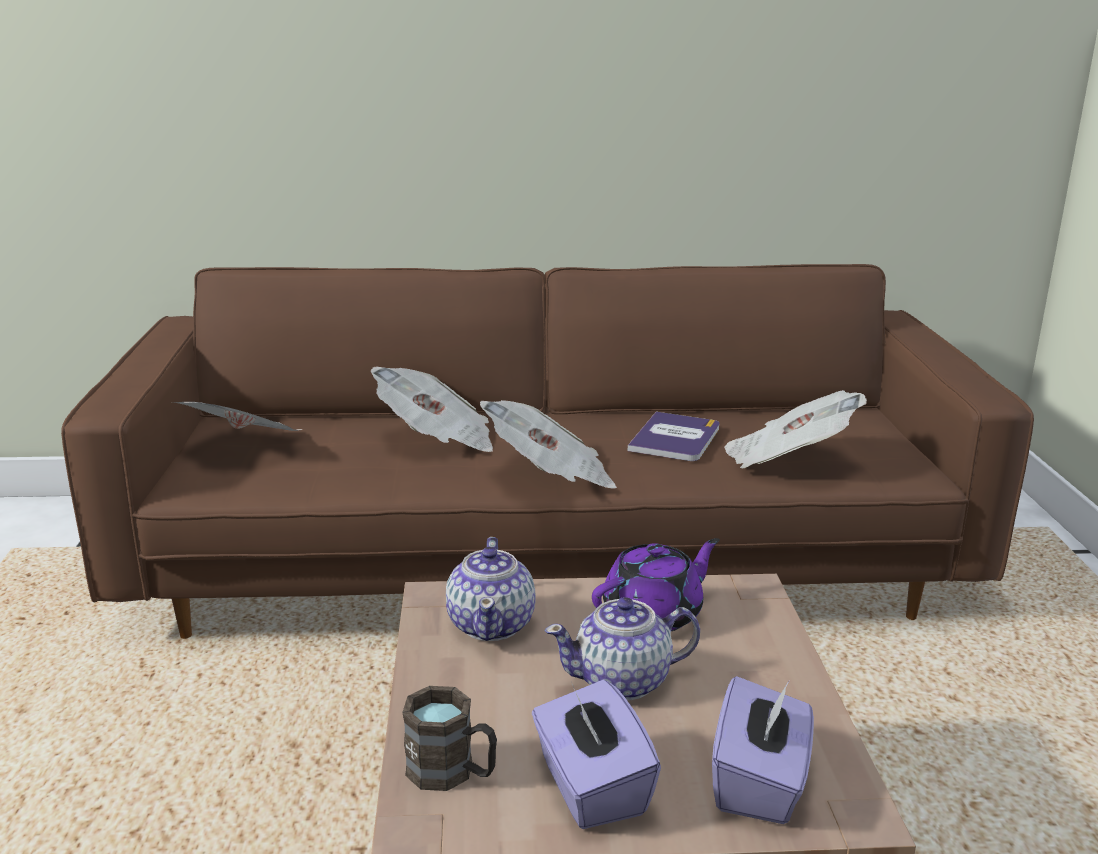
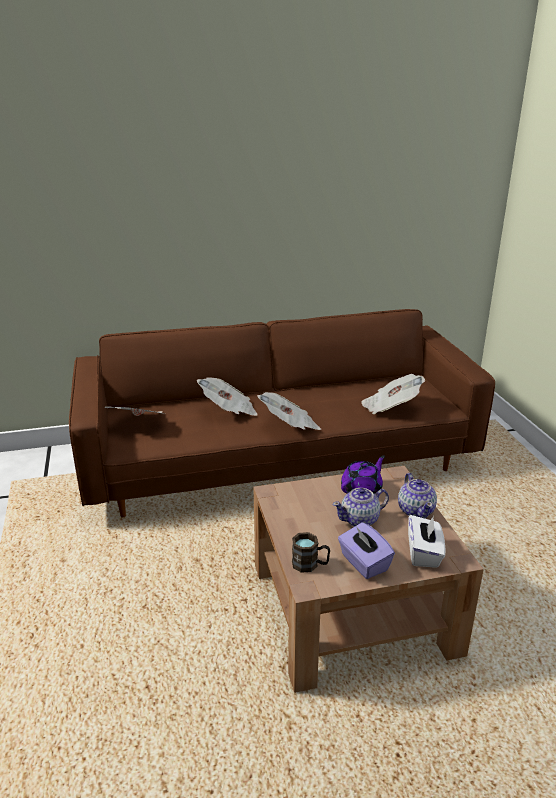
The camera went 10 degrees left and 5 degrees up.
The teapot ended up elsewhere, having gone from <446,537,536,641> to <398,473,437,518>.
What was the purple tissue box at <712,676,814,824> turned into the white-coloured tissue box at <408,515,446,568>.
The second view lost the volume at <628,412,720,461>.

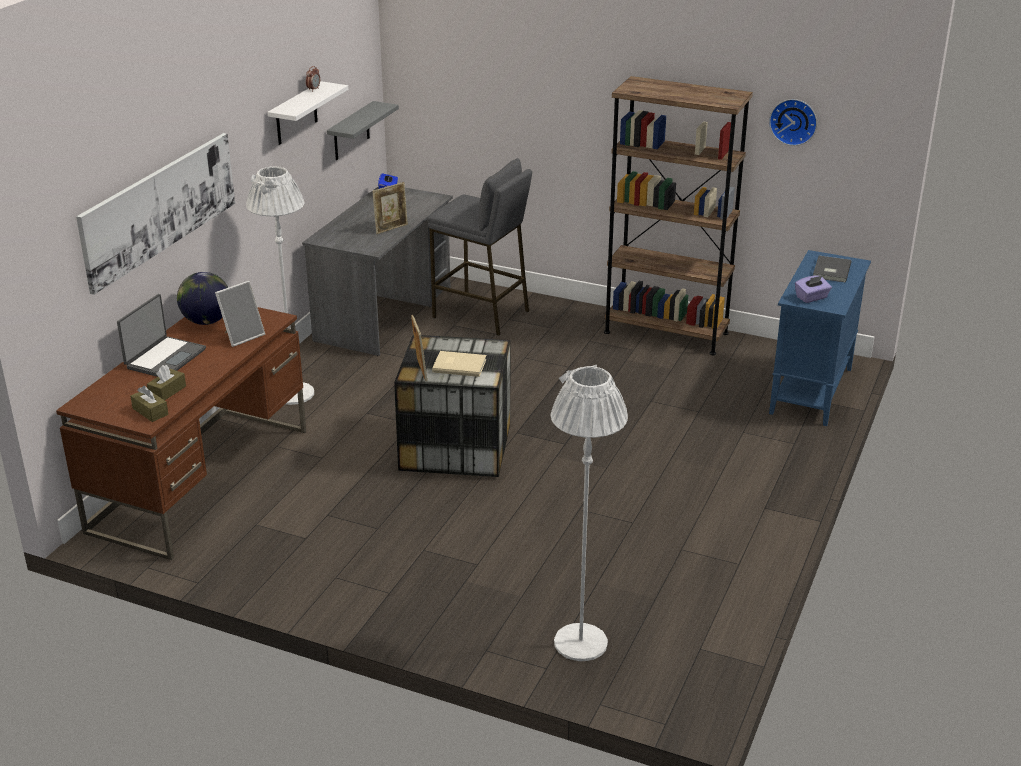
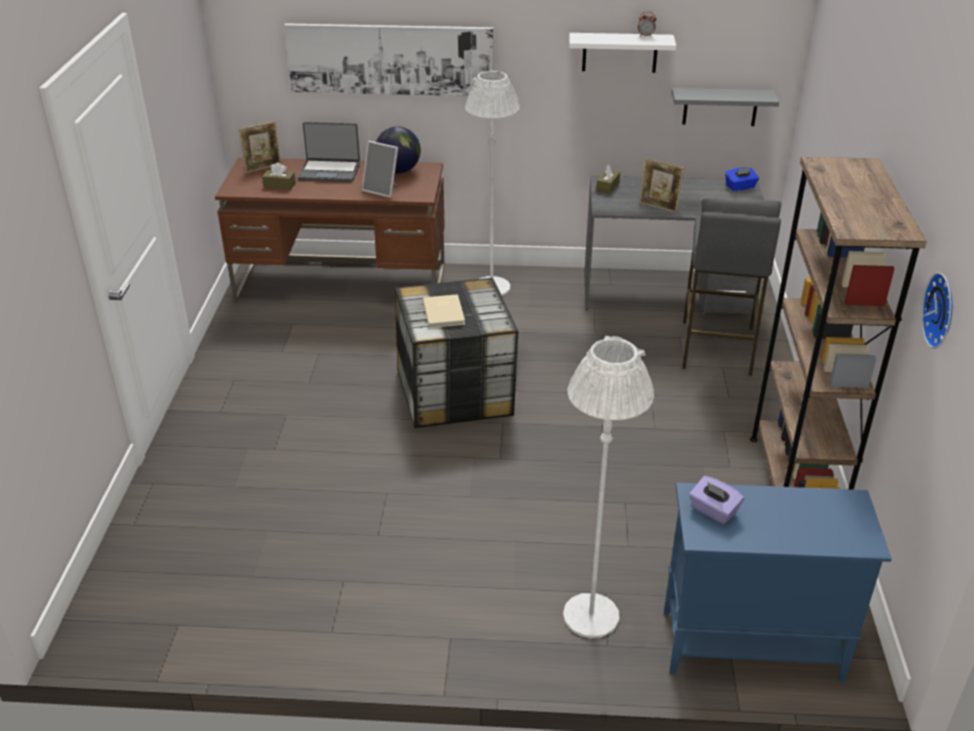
The camera went 70 degrees right and 5 degrees up.
The picture frame ended up elsewhere, having gone from <411,315,428,381> to <239,121,281,173>.
The white-coloured floor lamp ended up elsewhere, having gone from <551,365,628,661> to <563,336,654,638>.
The brown-coloured tissue box ended up elsewhere, having gone from <130,386,169,422> to <596,165,620,194>.
The second view lost the gray volume at <813,256,851,283>.

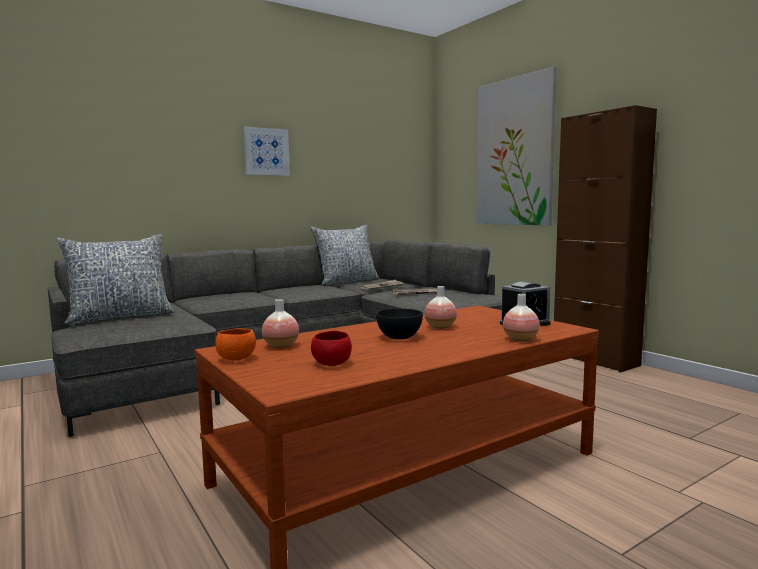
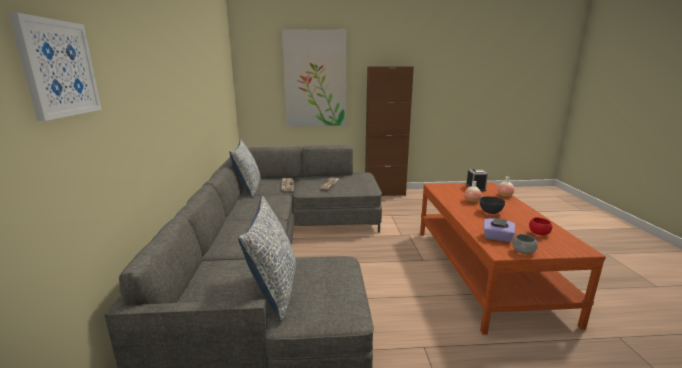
The camera went 60 degrees left and 10 degrees up.
The wall picture ended up elsewhere, having gone from <243,126,290,176> to <8,12,102,121>.
Where the decorative vase stood at <262,299,299,348>, the purple tissue box came to stand at <484,218,515,242>.
What was the orangey deep dish at <215,328,256,360> turned into the gray deep dish at <512,234,538,254>.

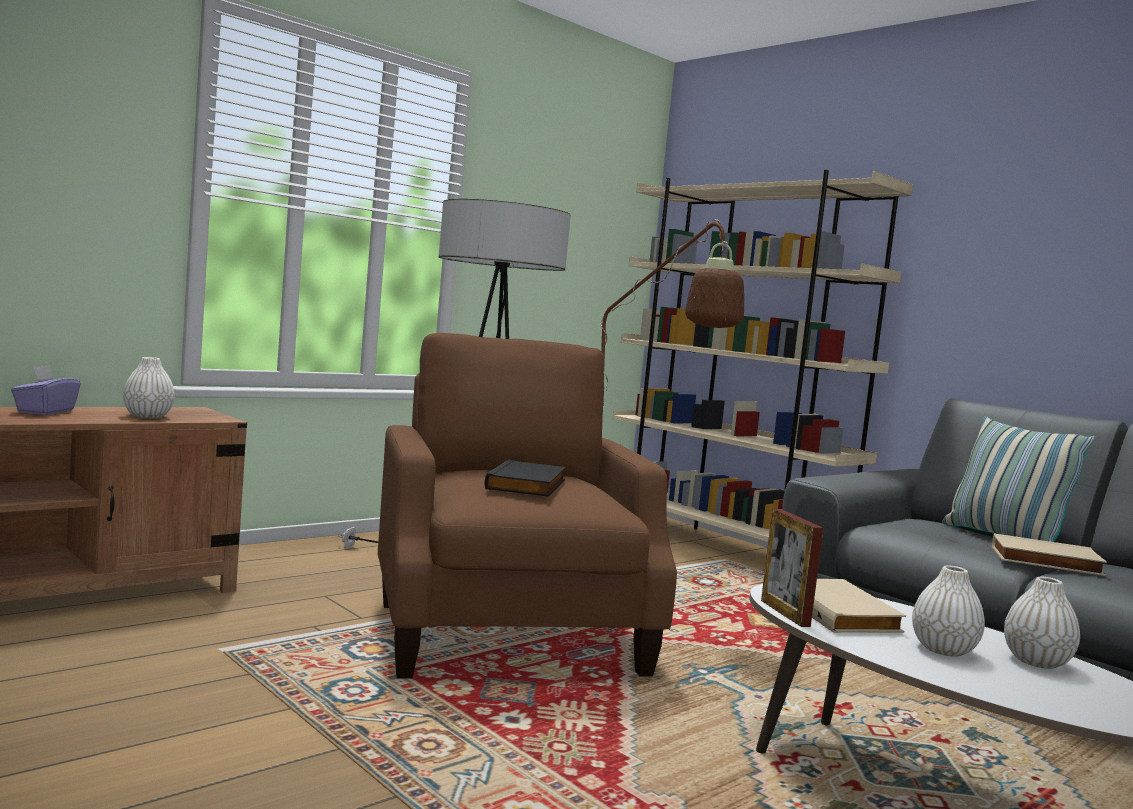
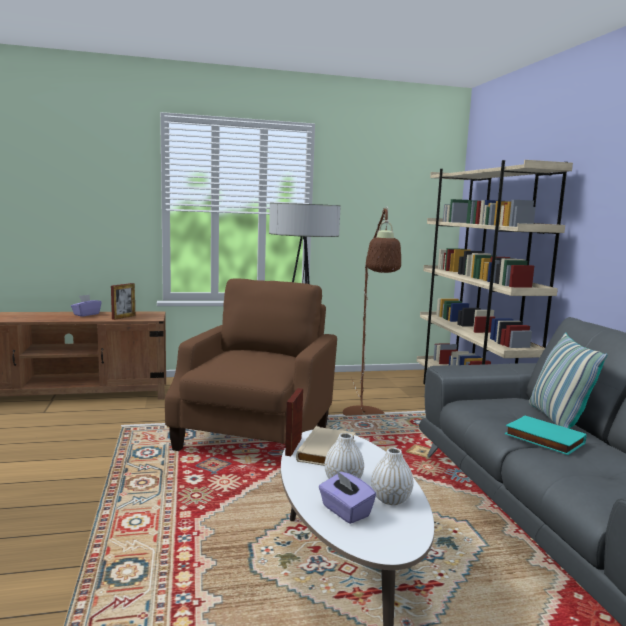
The camera went 30 degrees right and 5 degrees up.
Where the white-coloured decorative vase stood at <123,357,175,418>, the picture frame came to stand at <111,283,135,320>.
The second view gained the purple tissue box at <319,471,376,524>.
What was the sand-coloured volume at <992,533,1107,576> turned into the turquoise-coloured volume at <505,415,586,455>.
The second view lost the black-coloured volume at <484,459,566,497>.

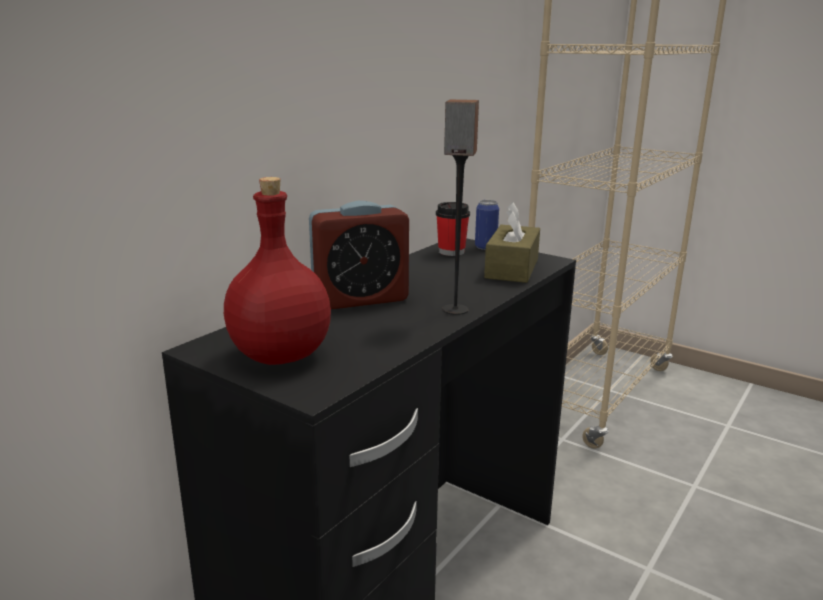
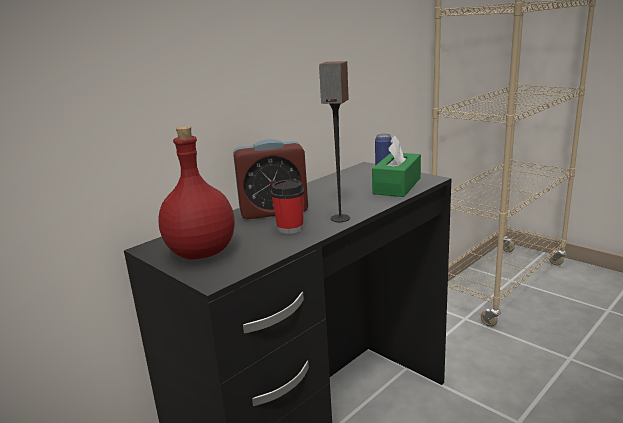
The camera went 10 degrees right and 0 degrees up.
The drinking cup ended up elsewhere, having gone from <436,202,470,256> to <270,180,305,234>.
What was the brown-coloured tissue box at <484,202,540,283> turned into the green-coloured tissue box at <372,136,421,197>.

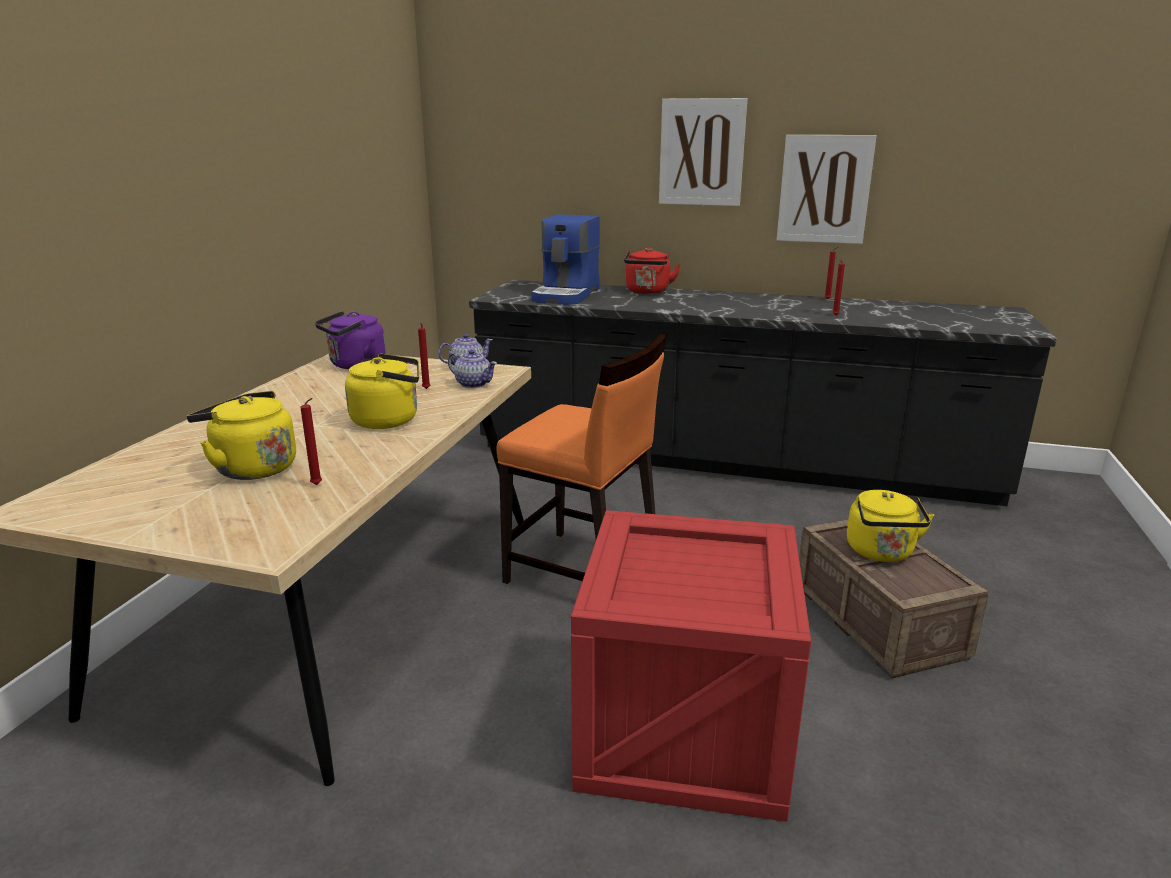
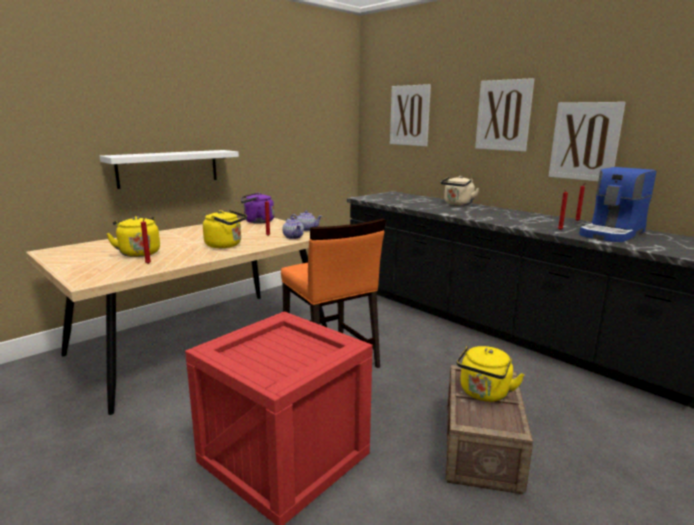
The camera went 30 degrees right and 5 degrees down.
The second view gained the white-coloured shelf at <100,150,239,189>.
The second view gained the wall picture at <390,84,431,146>.
What was the red-coloured tea kettle at <624,248,681,294> turned into the sand-coloured tea kettle at <441,176,479,206>.
The coffee machine ended up elsewhere, having gone from <531,214,600,305> to <579,167,657,242>.

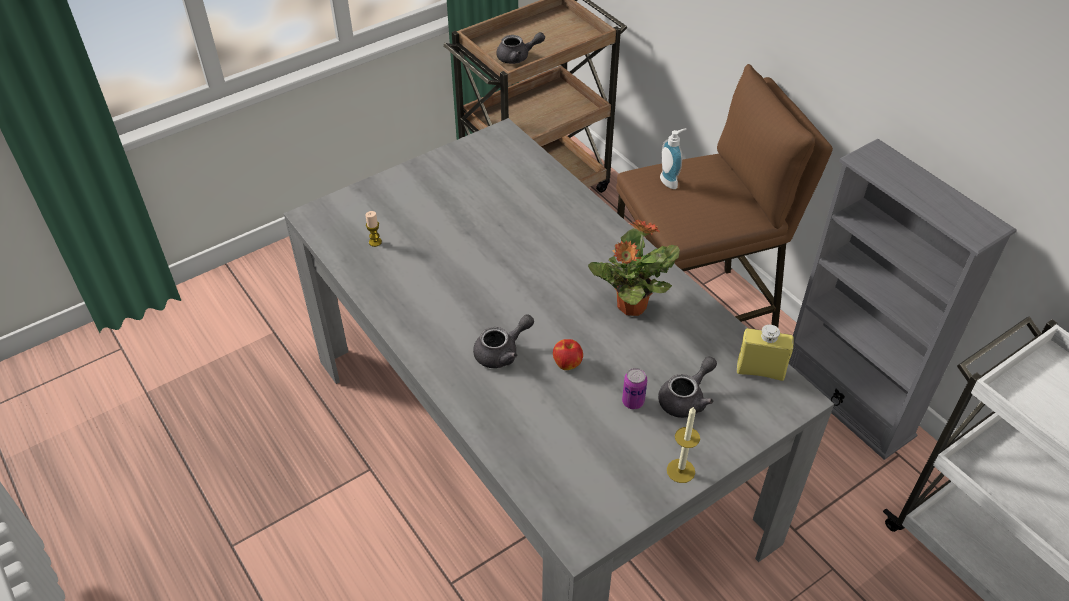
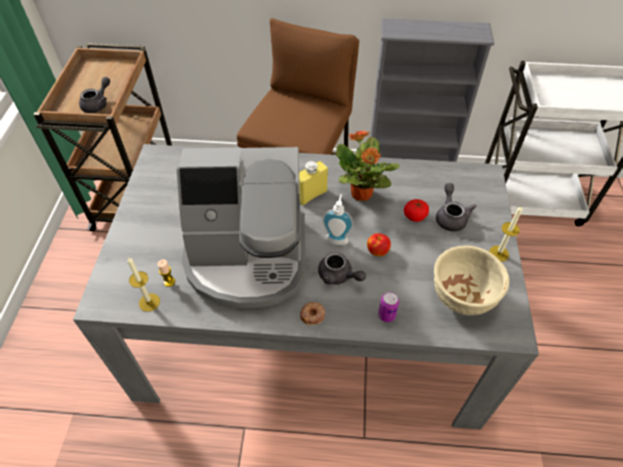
The camera went 50 degrees left and 5 degrees up.
The second view gained the wax candle at <127,257,160,312>.
The second view gained the coffee machine at <177,147,306,308>.
The yellow-coloured bottle ended up elsewhere, having gone from <737,325,794,381> to <299,161,328,205>.
The second view gained the donut at <300,302,325,325>.
The gray teapot at <473,314,534,368> ended up facing another way, 120 degrees clockwise from before.
The liquid soap bottle ended up elsewhere, having gone from <660,128,686,189> to <322,194,353,245>.
The sealed can ended up elsewhere, having gone from <622,368,647,409> to <378,292,399,322>.
The second view gained the tomato at <404,199,429,222>.
The second view gained the sand-coloured deep dish at <434,245,509,315>.

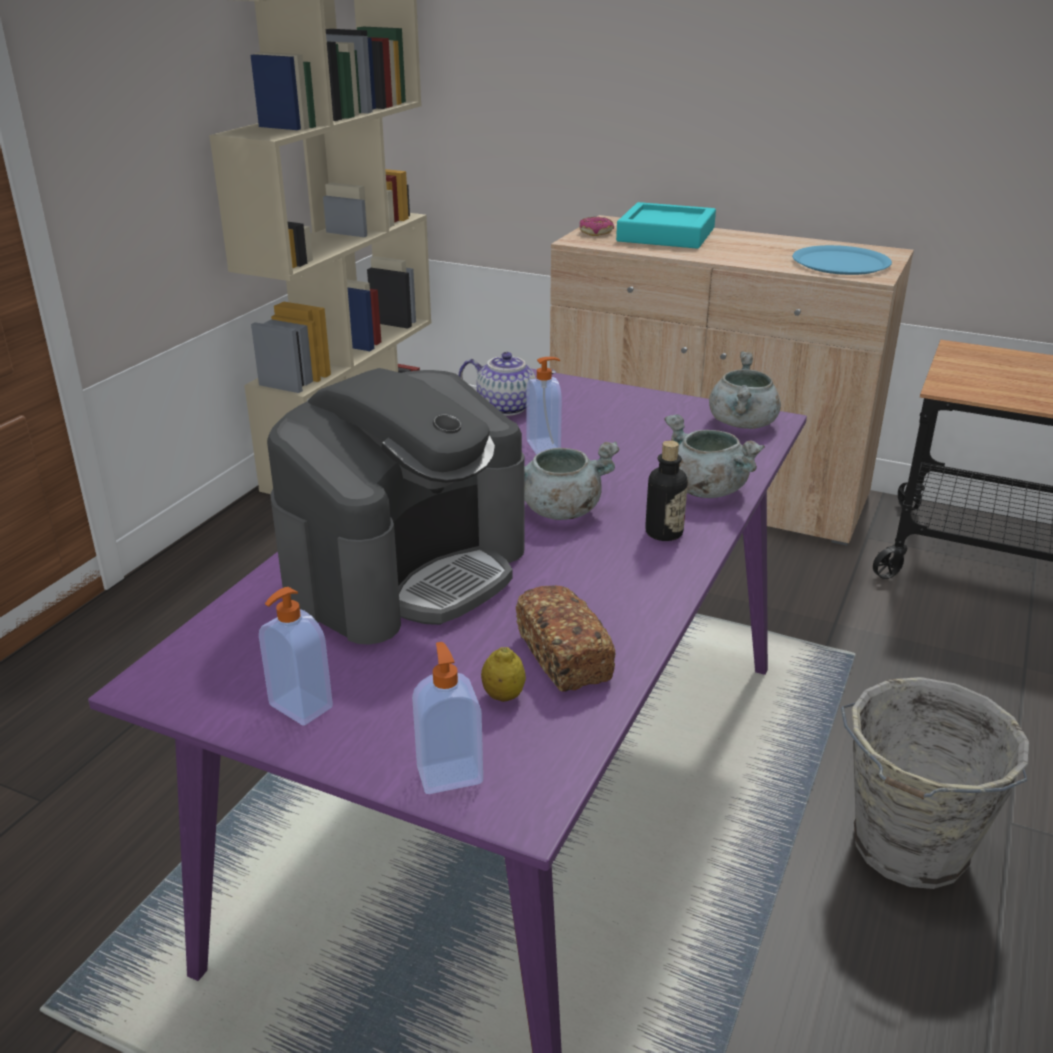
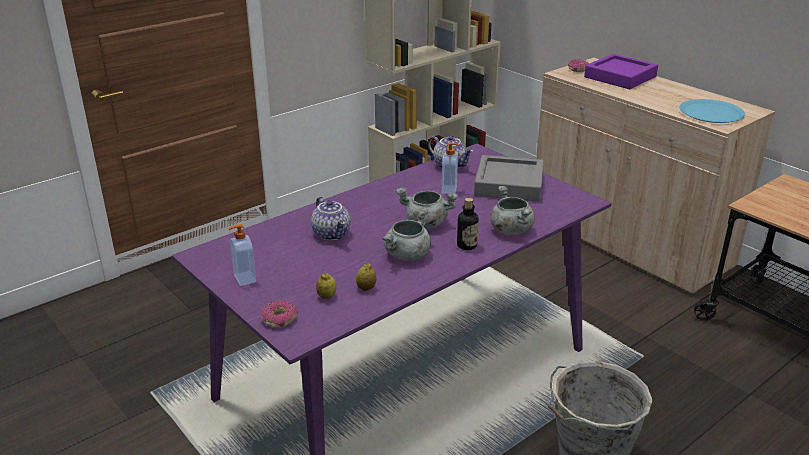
The camera went 25 degrees right and 0 degrees up.
Where the liquid soap bottle stood at <412,642,483,794>, the donut came to stand at <261,301,298,328>.
Where the coffee machine stood at <267,368,525,645>, the teapot came to stand at <311,197,350,241>.
Where the bread stood at <516,585,615,692>, the citrus fruit came to stand at <356,263,376,291>.
The gray cooking pot ended up elsewhere, having gone from <709,351,781,429> to <382,208,431,261>.
The second view gained the gray carrying tray at <474,155,544,201>.
What was the turquoise-coloured carrying tray at <616,202,716,249> turned into the purple carrying tray at <584,54,658,89>.

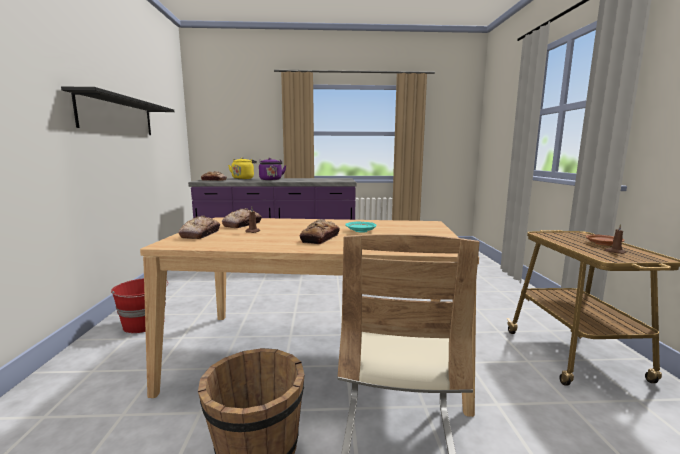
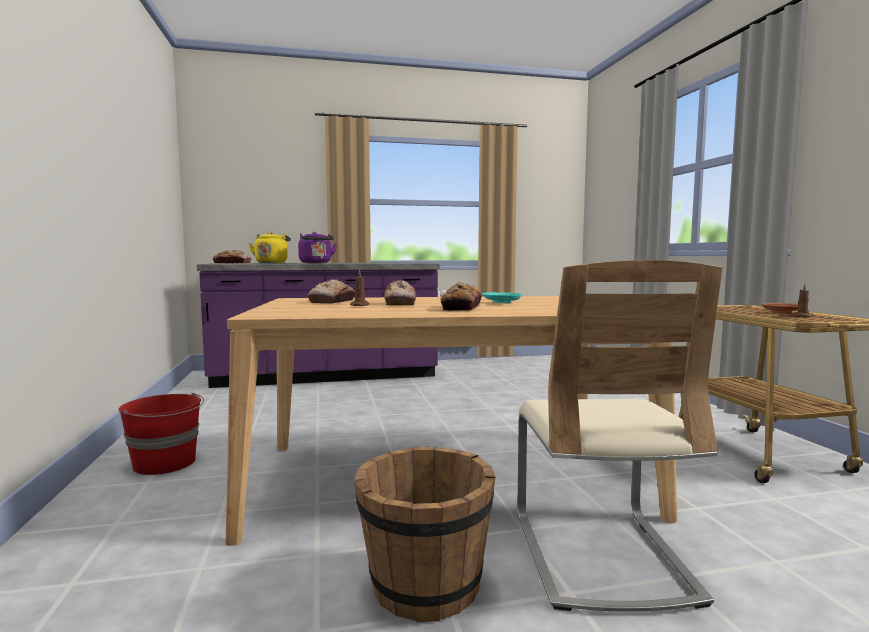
The camera went 10 degrees left and 5 degrees down.
The bread ended up elsewhere, having gone from <178,216,220,239> to <384,280,416,306>.
The second view lost the black-coloured shelf at <61,87,174,135>.

